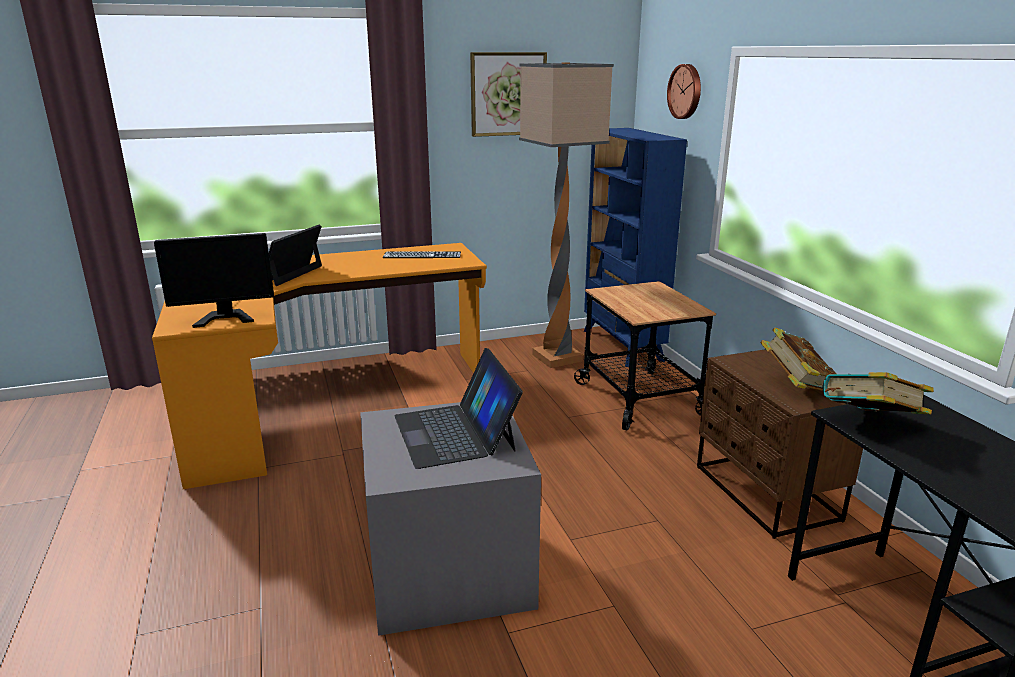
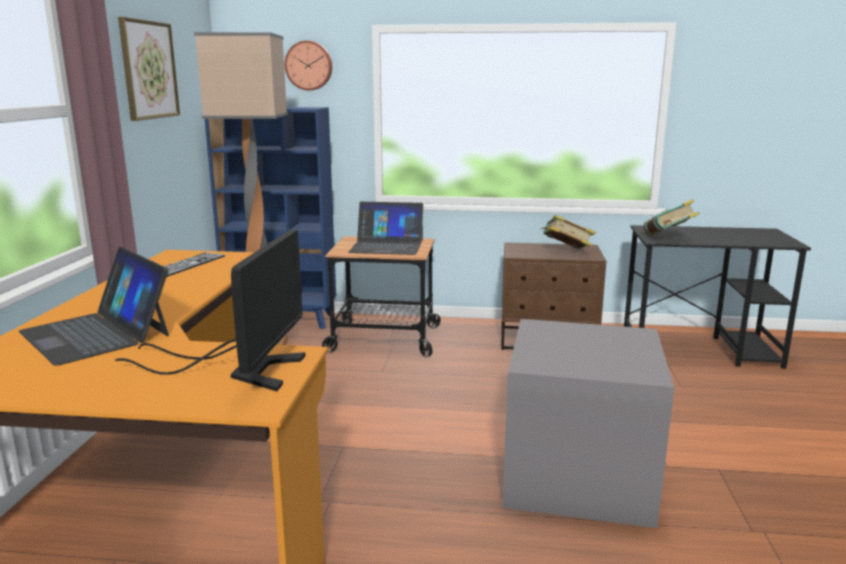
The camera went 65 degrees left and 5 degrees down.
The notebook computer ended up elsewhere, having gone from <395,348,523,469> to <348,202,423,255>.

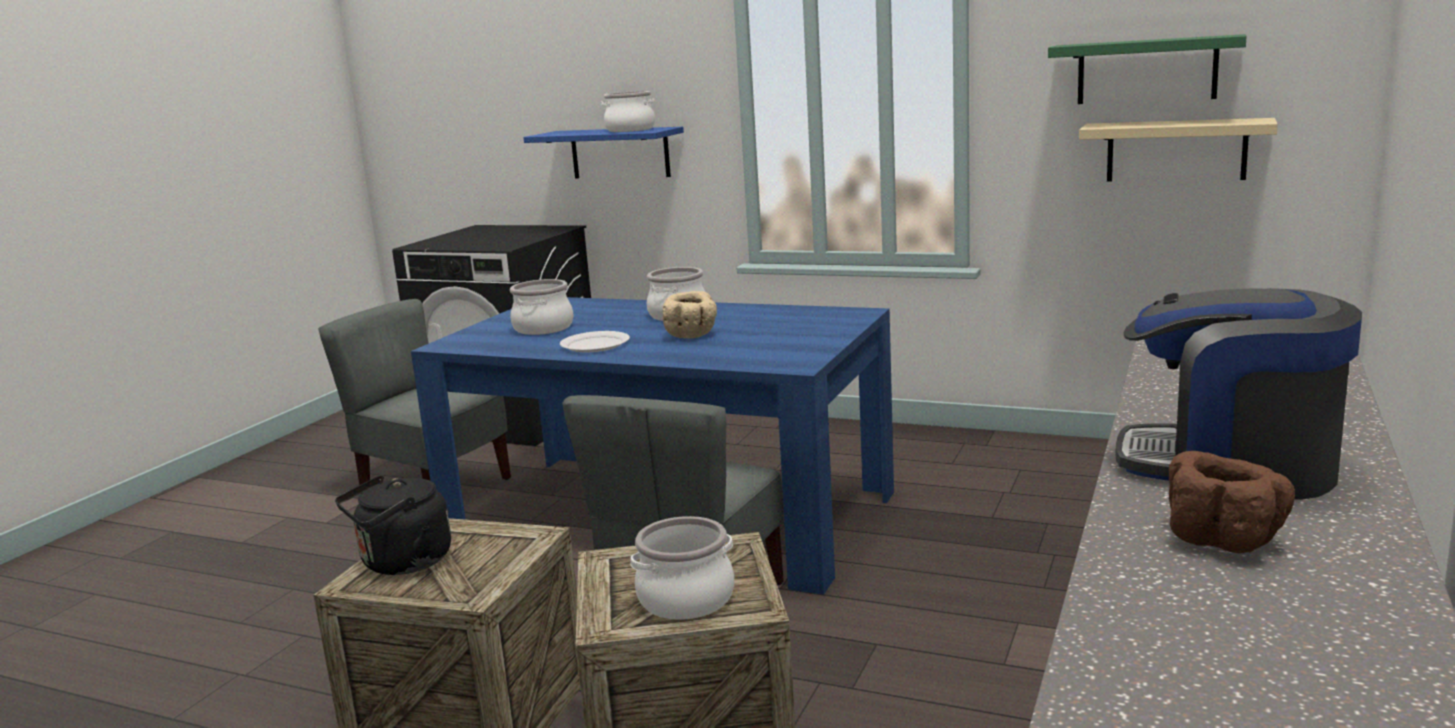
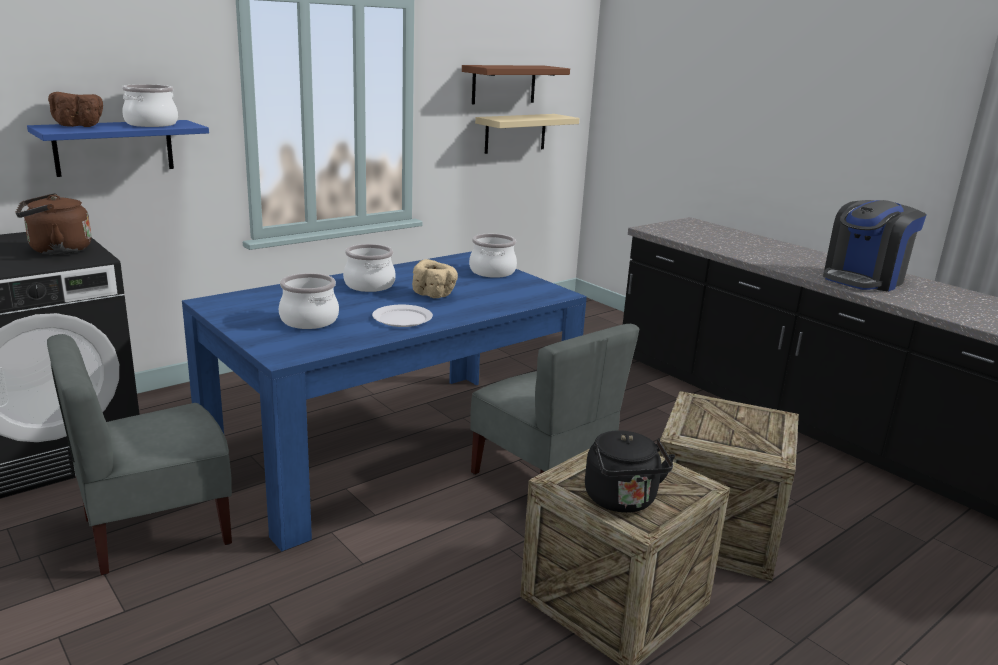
The camera went 65 degrees left and 5 degrees up.
The second view gained the brown-coloured tea kettle at <15,193,91,255>.
The brown-coloured deep dish ended up elsewhere, having gone from <1169,451,1295,553> to <48,92,103,127>.
What was the green-coloured shelf at <1048,34,1247,104> turned into the brown-coloured shelf at <462,65,570,104>.
The cooking pot ended up elsewhere, having gone from <630,516,734,620> to <469,234,517,278>.

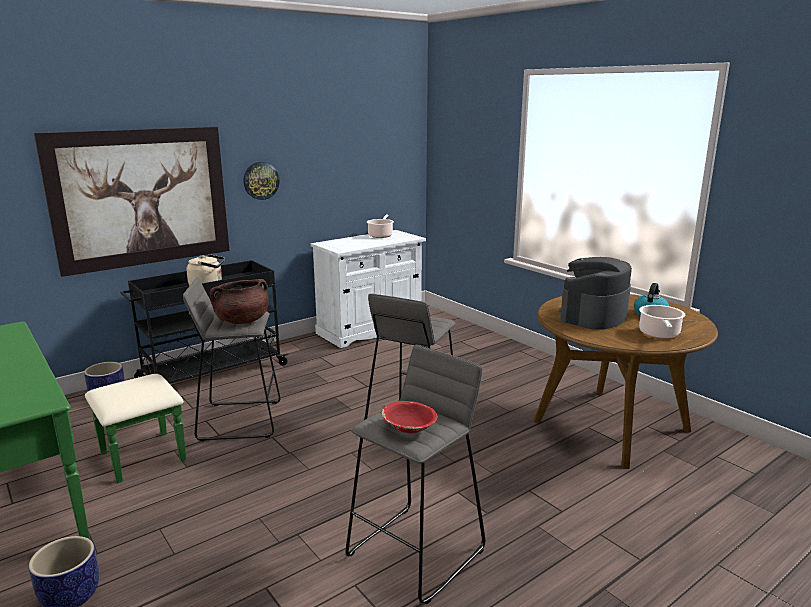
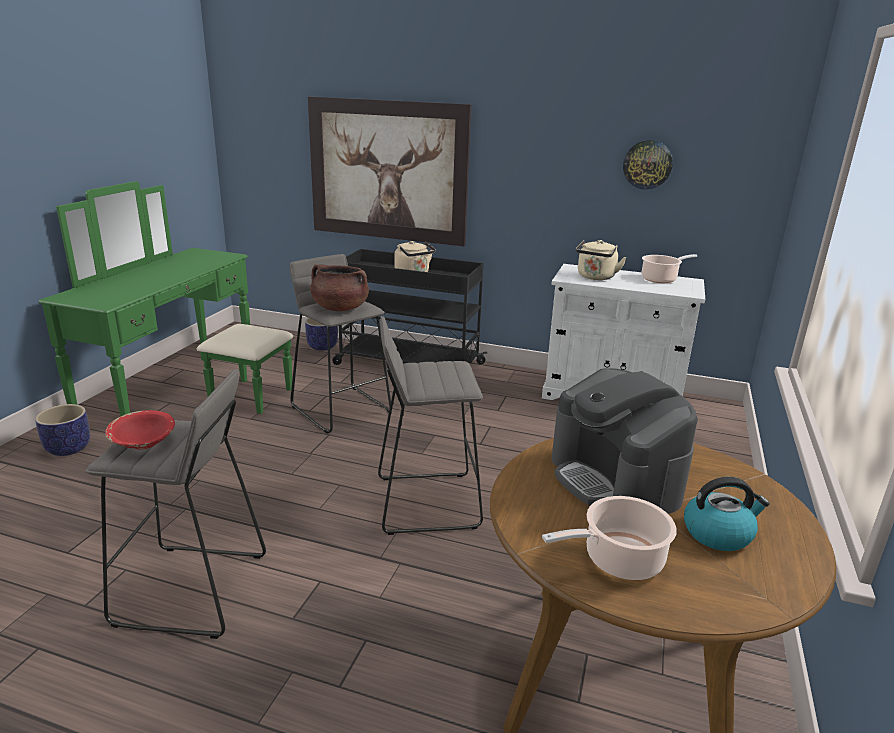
The camera went 55 degrees right and 5 degrees up.
The coffee machine at <559,257,632,330> ended up facing another way, 120 degrees counterclockwise from before.
The second view gained the sand-coloured tea kettle at <576,240,627,280>.
The wall clock ended up elsewhere, having gone from <243,162,279,200> to <623,140,673,190>.

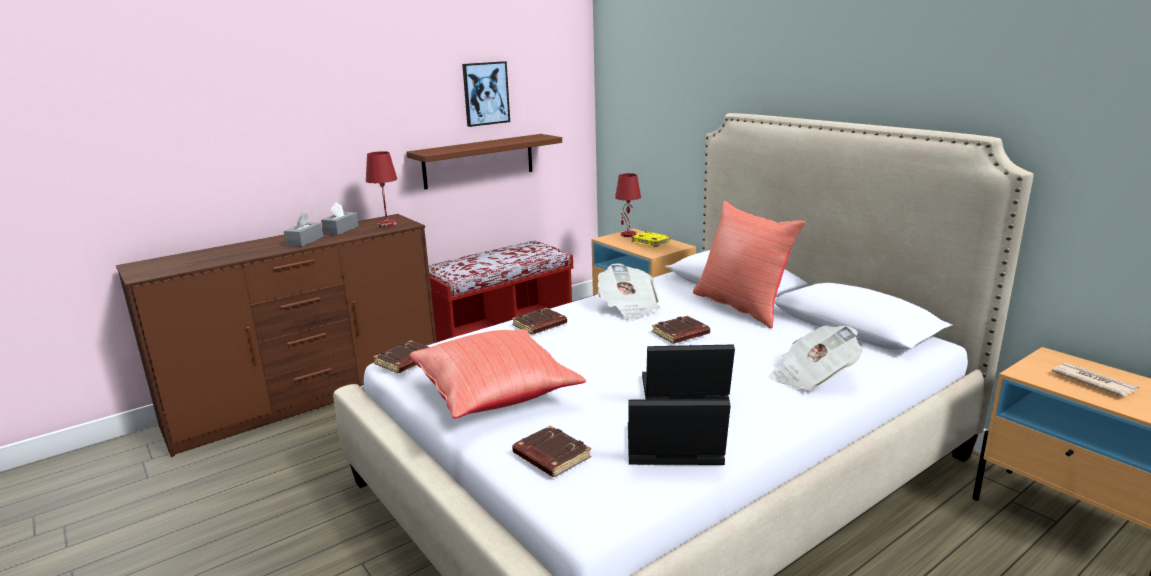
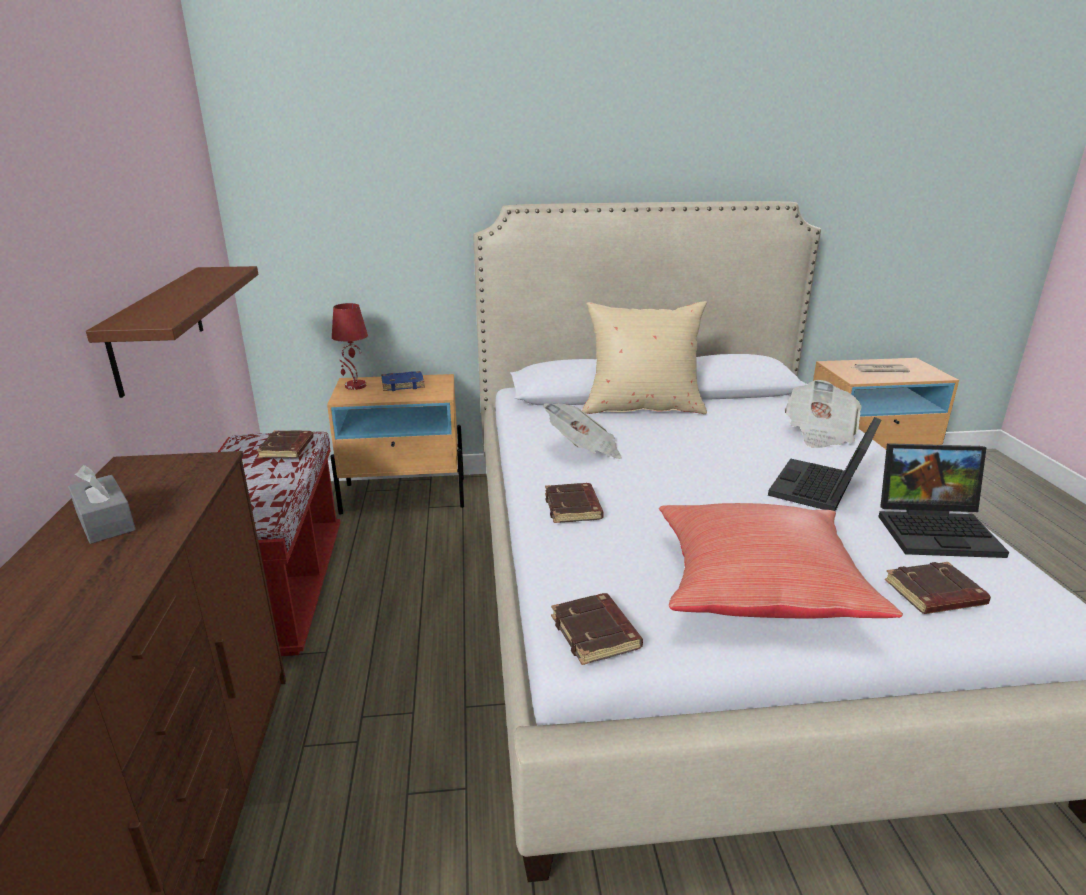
The camera went 60 degrees left and 5 degrees up.
The brown-coloured volume ended up elsewhere, having gone from <652,316,710,344> to <256,430,314,458>.
What was the yellow-coloured volume at <631,232,672,247> turned into the bluish volume at <381,371,425,391>.
What was the red-coloured cushion at <693,201,805,328> turned into the sand-coloured cushion at <582,301,707,414>.
The notebook computer at <628,399,731,465> ended up facing another way, 120 degrees counterclockwise from before.
The second view lost the gray tissue box at <284,212,323,247>.
The second view lost the red-coloured lamp for a table at <366,151,397,227>.
The second view lost the wall picture at <462,61,510,127>.

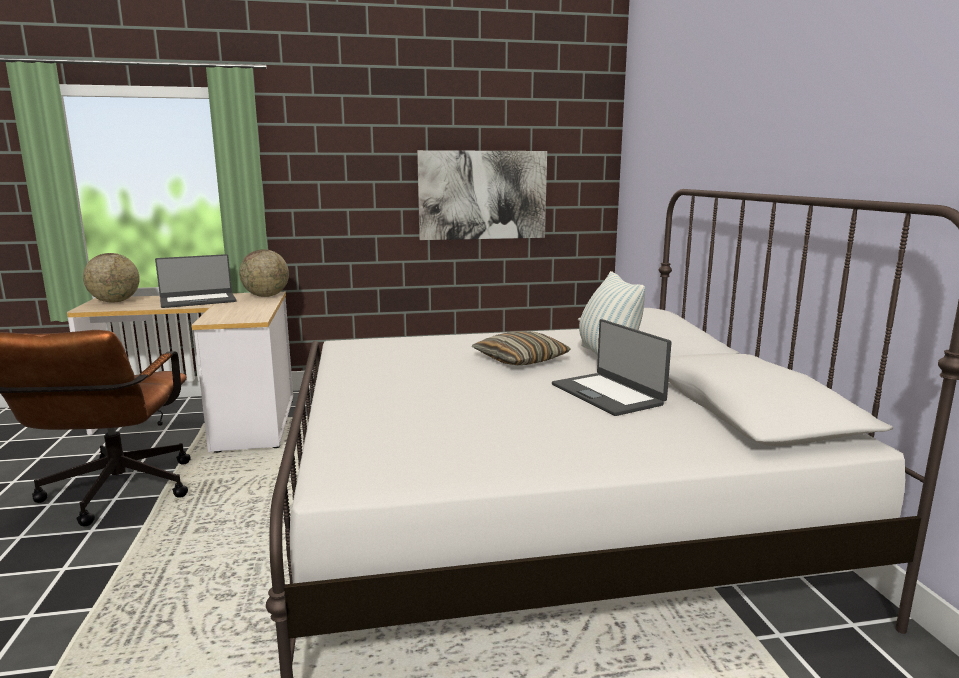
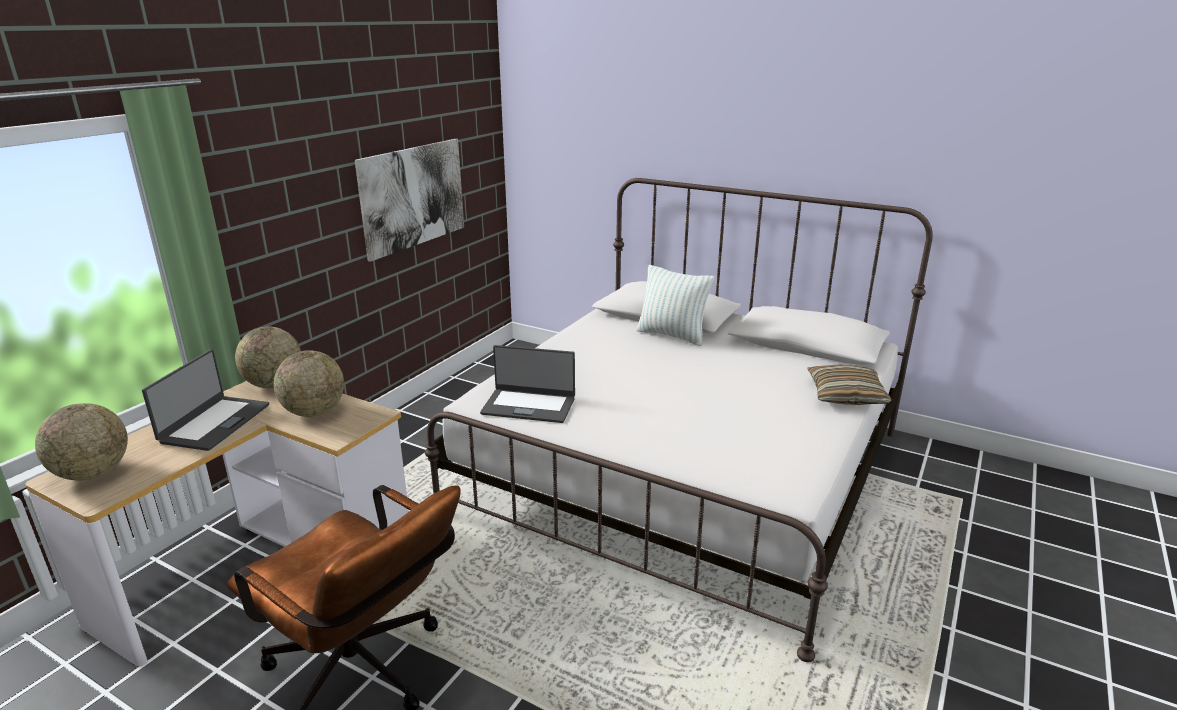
The camera went 50 degrees left and 10 degrees up.
The second view gained the globe at <274,350,344,417>.
The notebook computer ended up elsewhere, having gone from <552,319,672,416> to <480,345,575,423>.
The cushion ended up elsewhere, having gone from <472,331,571,365> to <807,365,892,405>.

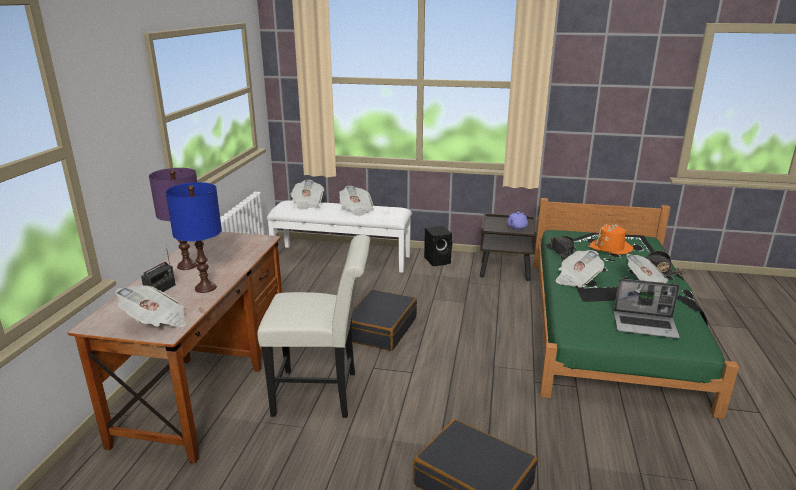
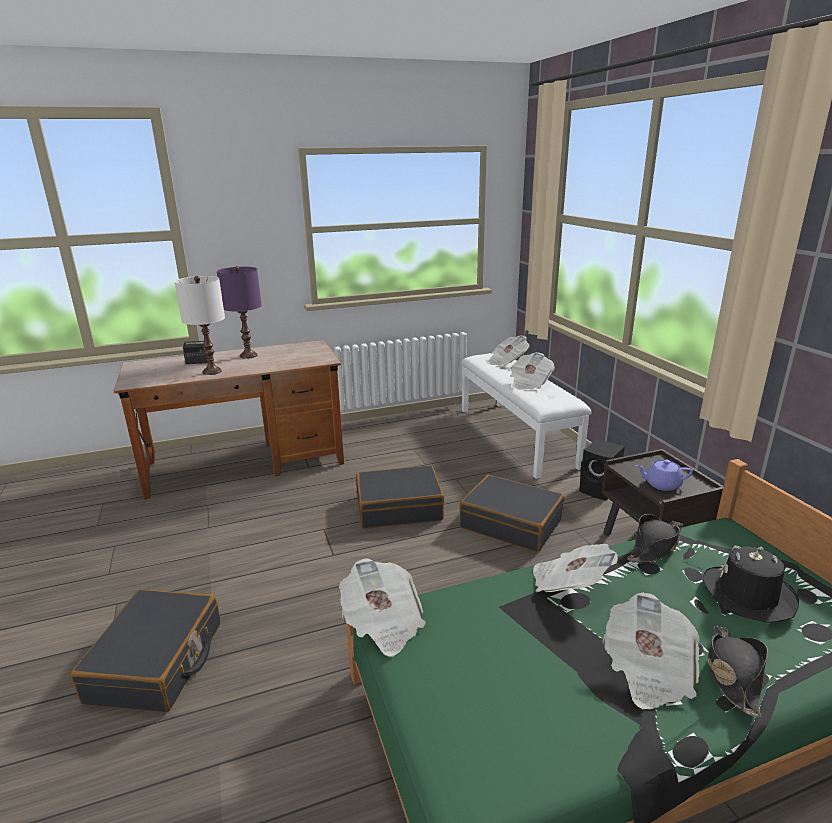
The camera went 60 degrees right and 0 degrees up.
What was the bluish lamp for a table at <166,182,222,293> turned into the white-coloured lamp for a table at <174,276,225,375>.
The printed paper ended up elsewhere, having gone from <115,285,186,327> to <339,558,426,657>.
The second view gained the black-coloured piece of luggage at <459,475,564,552>.
What was the orangey hat at <589,224,633,255> turned into the black-coloured hat at <702,545,799,623>.
The second view lost the white-coloured chair at <257,235,370,418>.
The second view lost the notebook computer at <614,278,680,338>.

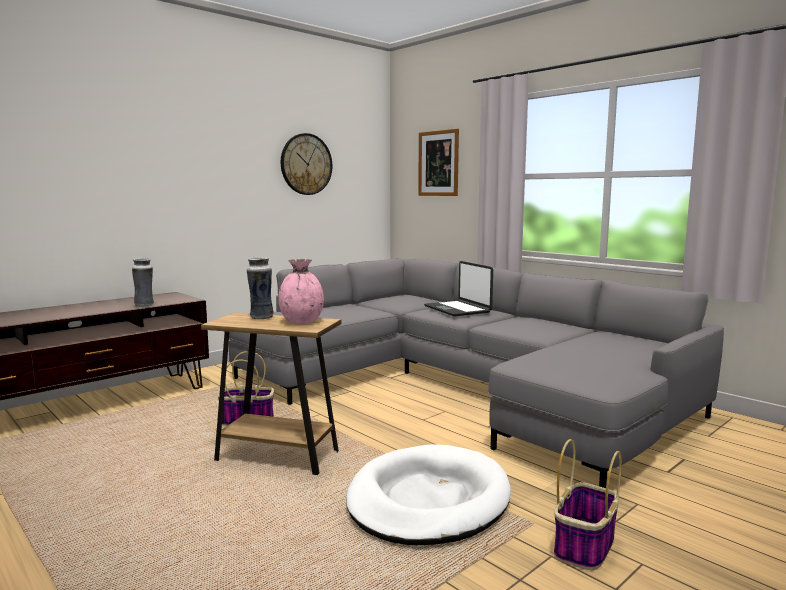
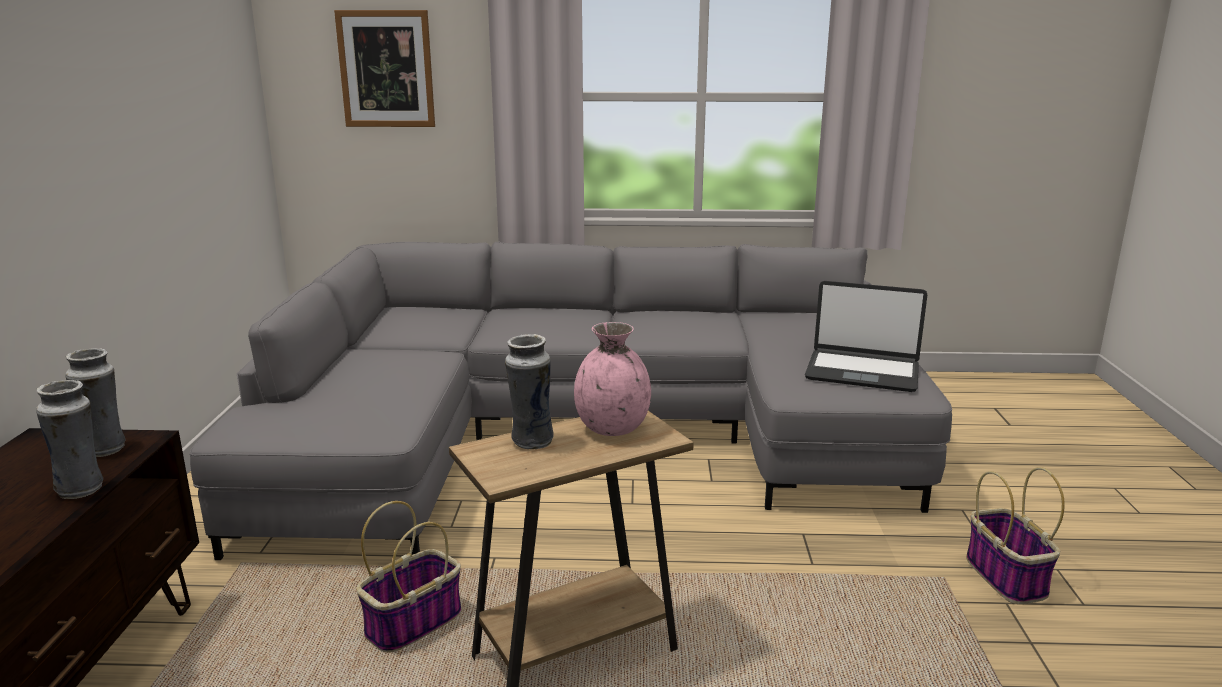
The camera went 45 degrees left and 10 degrees up.
The second view gained the decorative vase at <65,348,126,457>.
The notebook computer ended up elsewhere, having gone from <424,261,493,317> to <805,281,927,392>.
The second view lost the wall clock at <281,133,332,195>.
The second view lost the white-coloured dog bed at <346,444,511,545>.

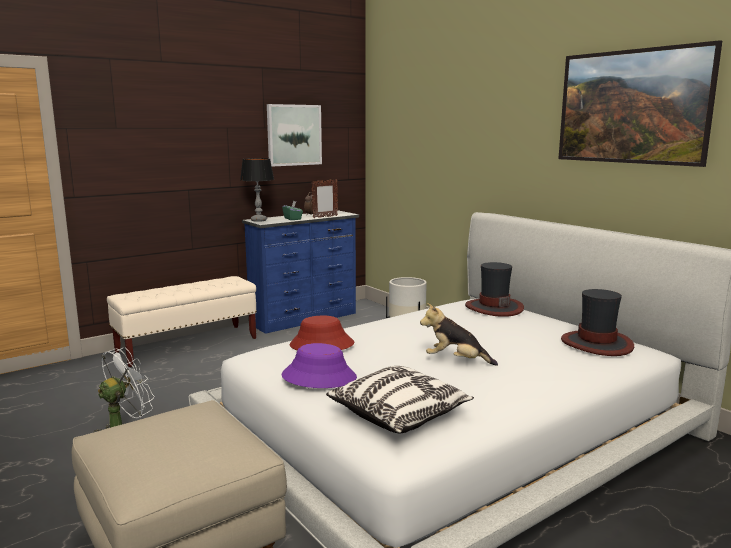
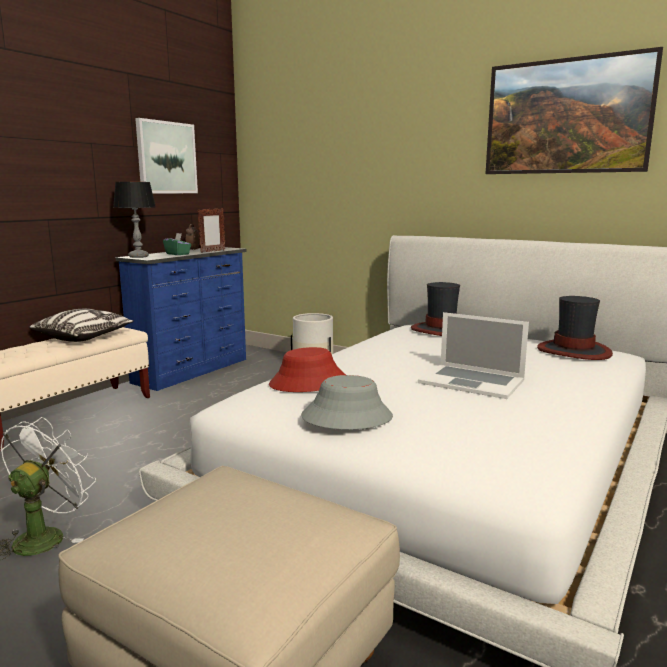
The camera went 20 degrees left and 0 degrees up.
The cushion ended up elsewhere, having gone from <326,366,474,433> to <29,309,134,342>.
What was the purple hat at <282,343,357,388> turned into the gray hat at <301,375,393,429>.
Where the soft toy stood at <420,303,498,366>, the notebook computer came to stand at <418,312,529,399>.

